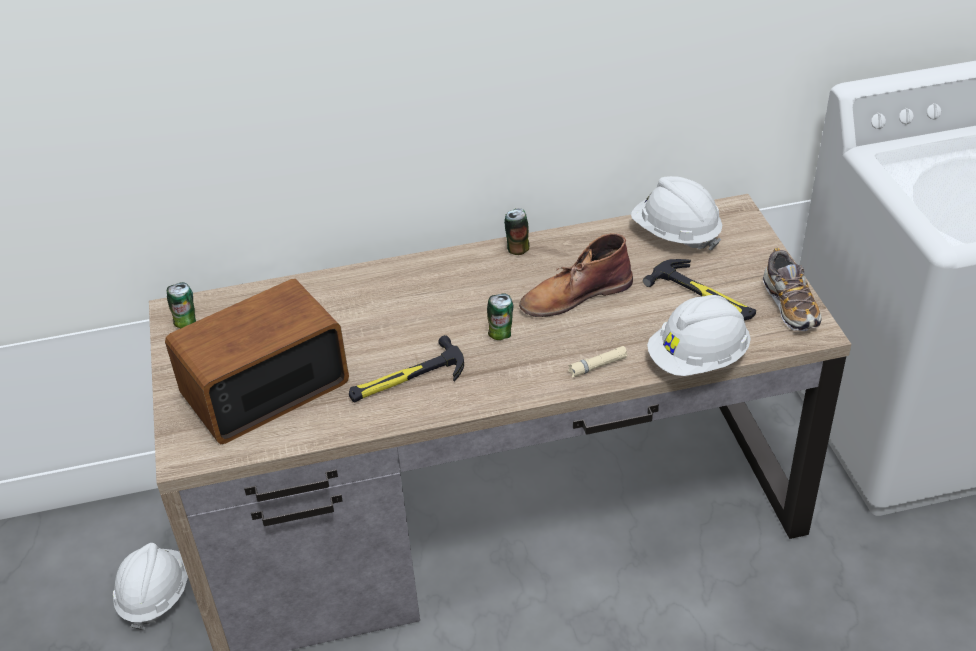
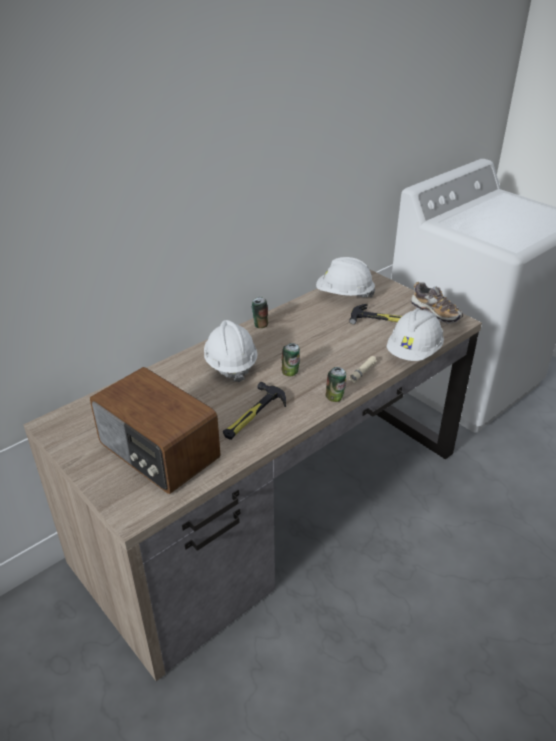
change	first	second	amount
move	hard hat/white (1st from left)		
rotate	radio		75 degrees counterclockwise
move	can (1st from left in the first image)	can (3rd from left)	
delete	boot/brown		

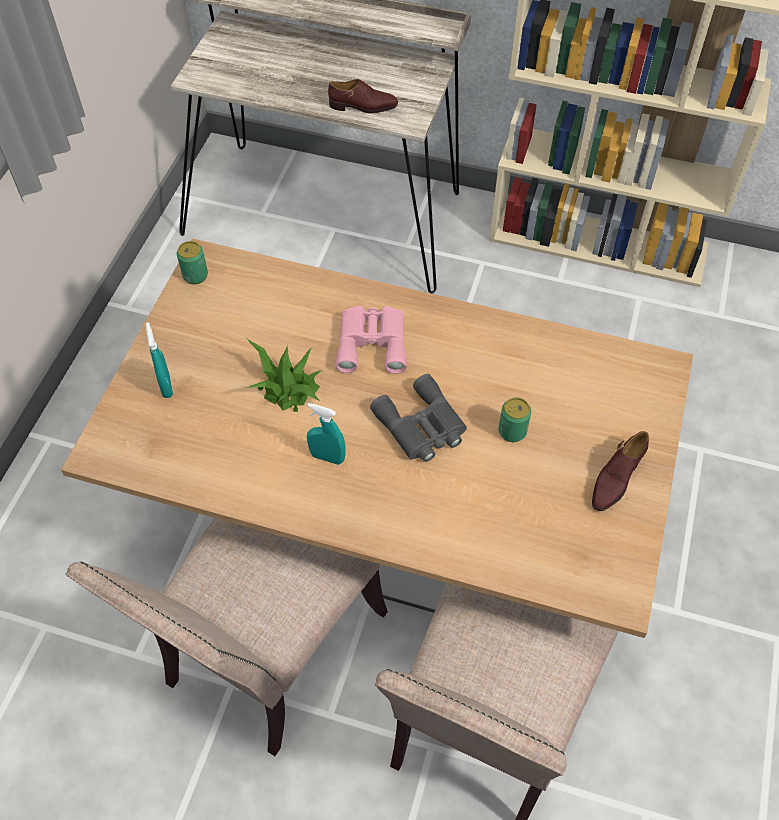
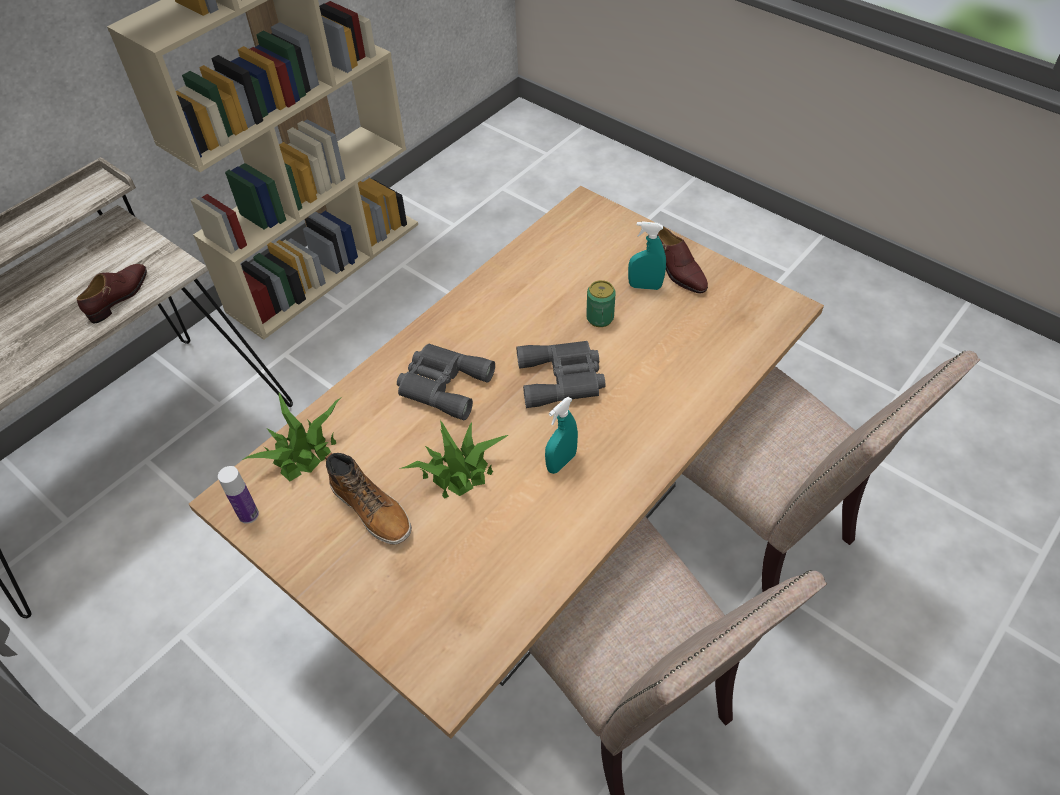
change	first	second	amount
move	spray bottle/turquoise (1st from left in the first image)	spray bottle/turquoise (2nd from left)	
replace	can (1st from left)	bottle	
recolor	binoculars/pink	binoculars/grey (1st from left)	
insert		potted plant (1st from left)	
insert		boot	

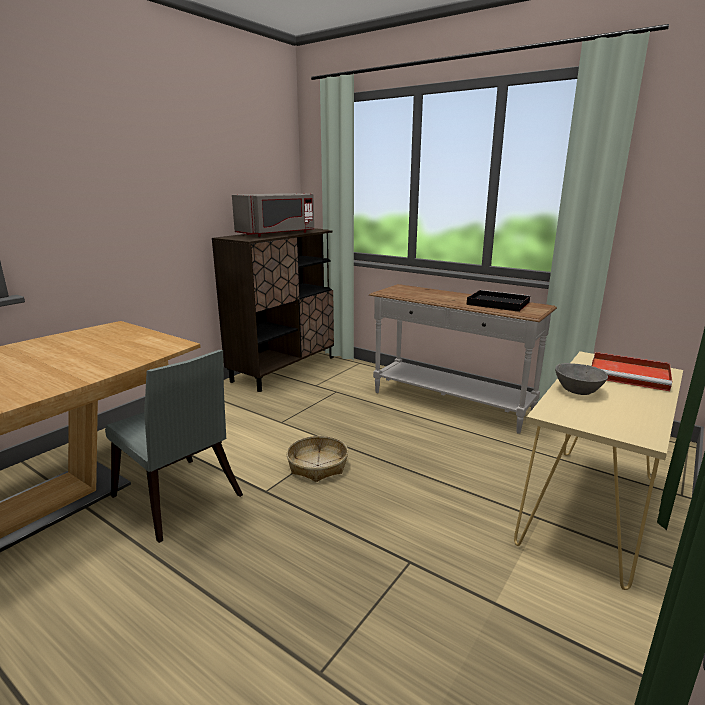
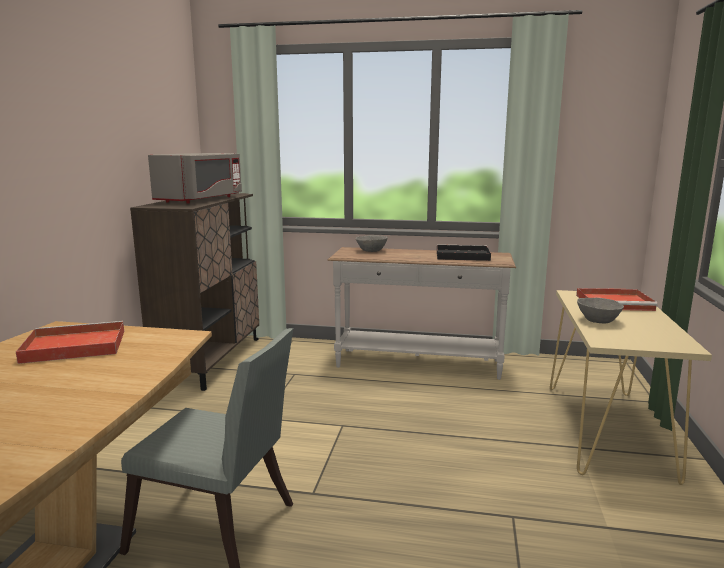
change	first	second	amount
delete	basket		
insert		tray/red (1st from left)	
insert		bowl/grey (1st from left)	

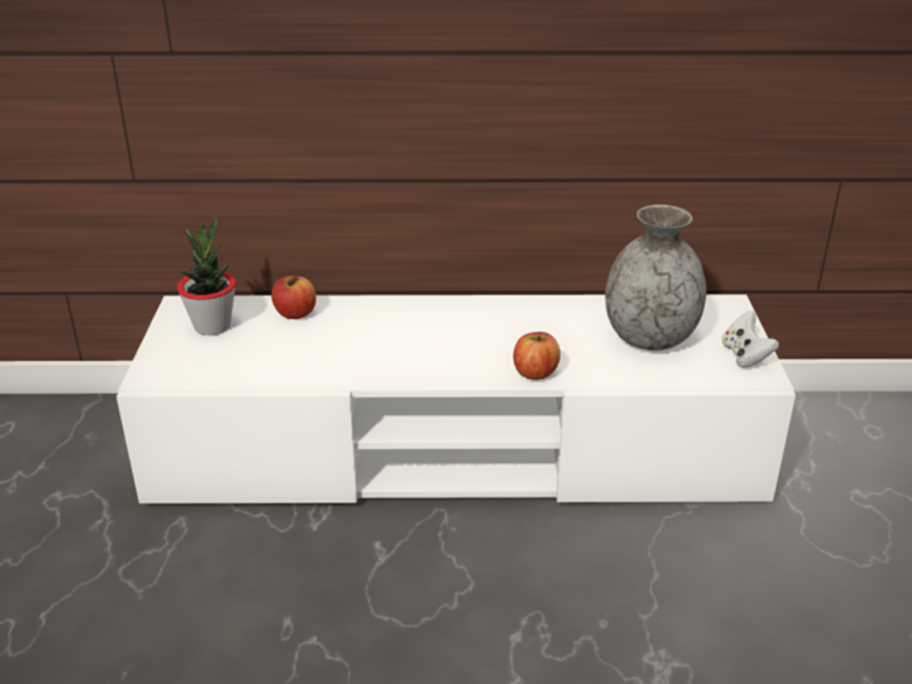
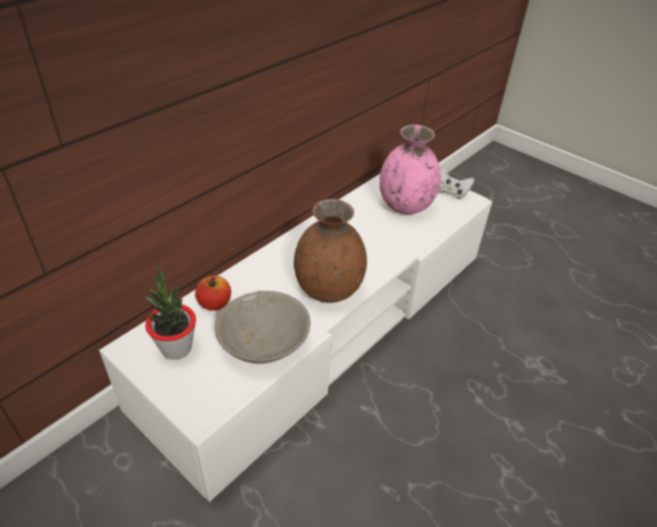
change	first	second	amount
delete	apple (2nd from left)		
recolor	vase/grey	vase/pink	
insert		bowl/grey	
insert		vase/brown	

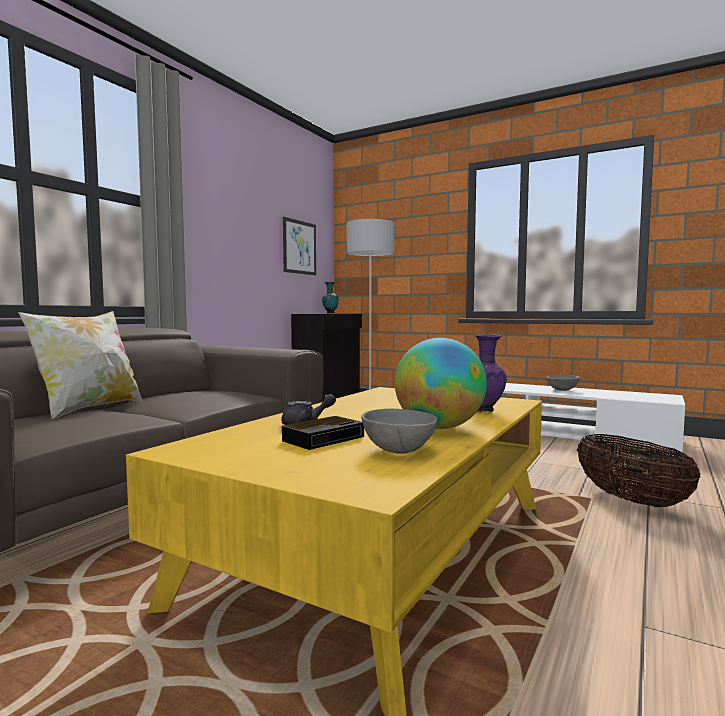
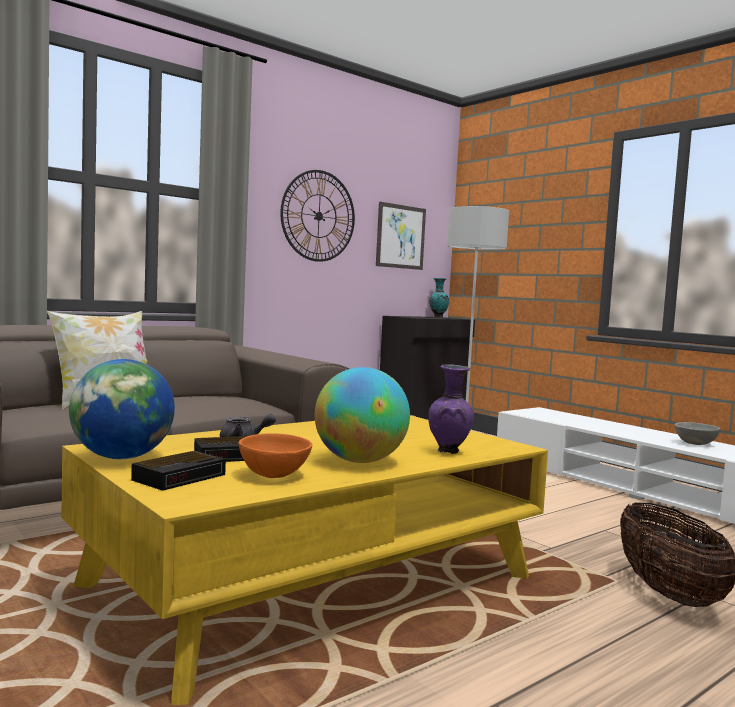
change	first	second	amount
recolor	bowl/grey (1st from left)	bowl/orange	
insert		globe (1st from left)	
insert		alarm clock (1st from left)	
insert		wall clock	

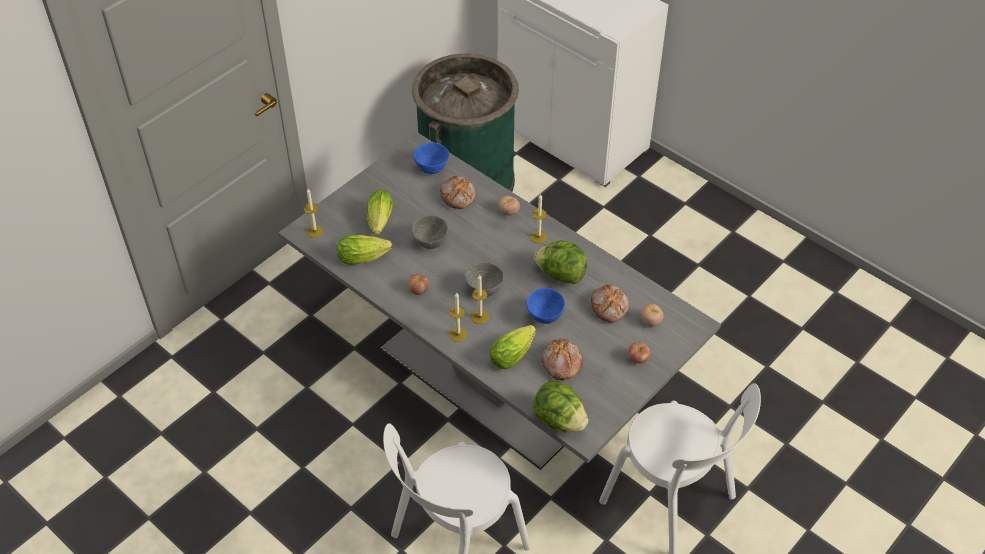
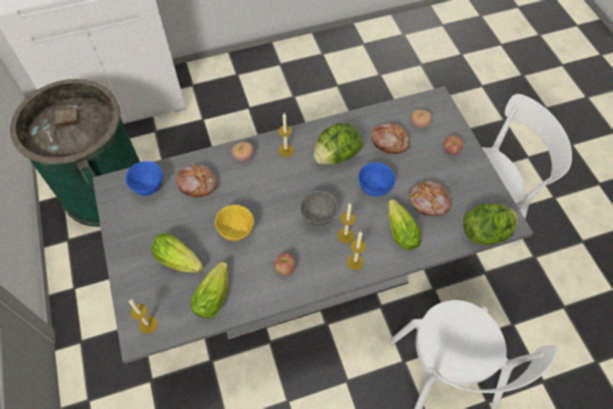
change	first	second	amount
recolor	bowl/grey (1st from left)	bowl/yellow	

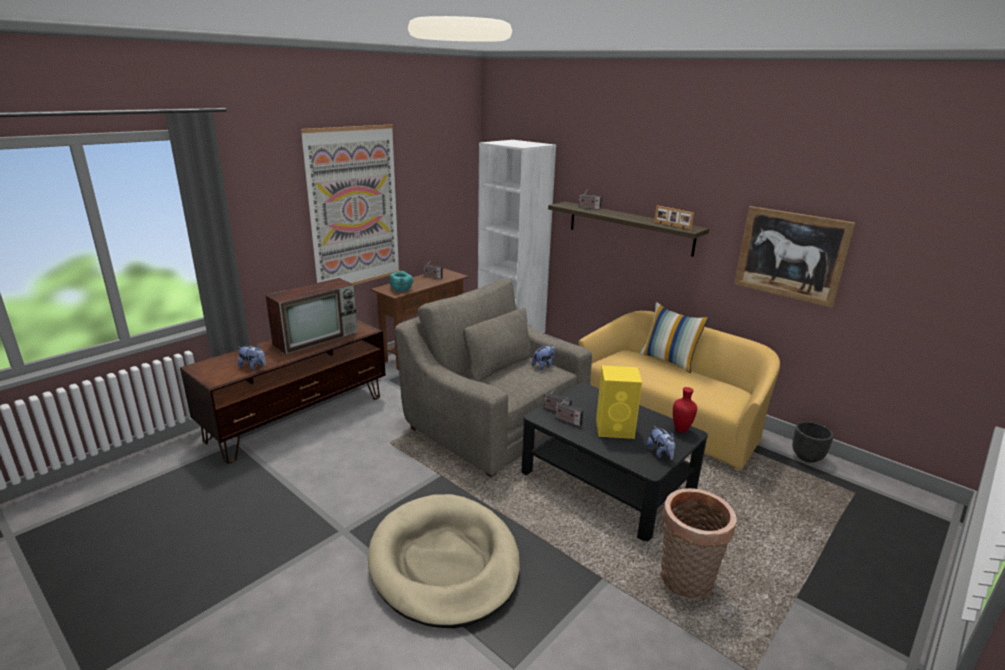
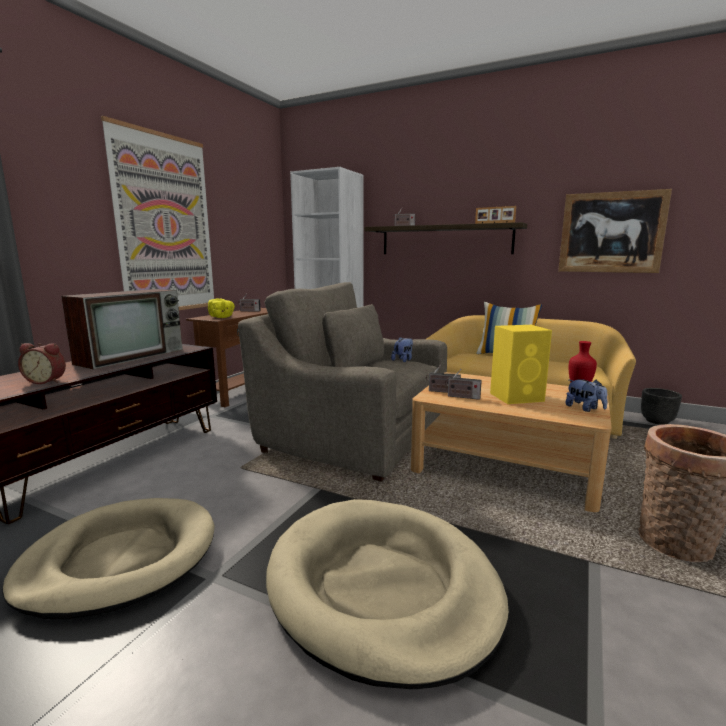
change	first	second	amount
replace	plush toy (1st from left)	alarm clock	
recolor	bowl/turquoise	bowl/yellow	
recolor	coffee table/black	coffee table/beige	
insert		dog bed/beige (1st from left)	

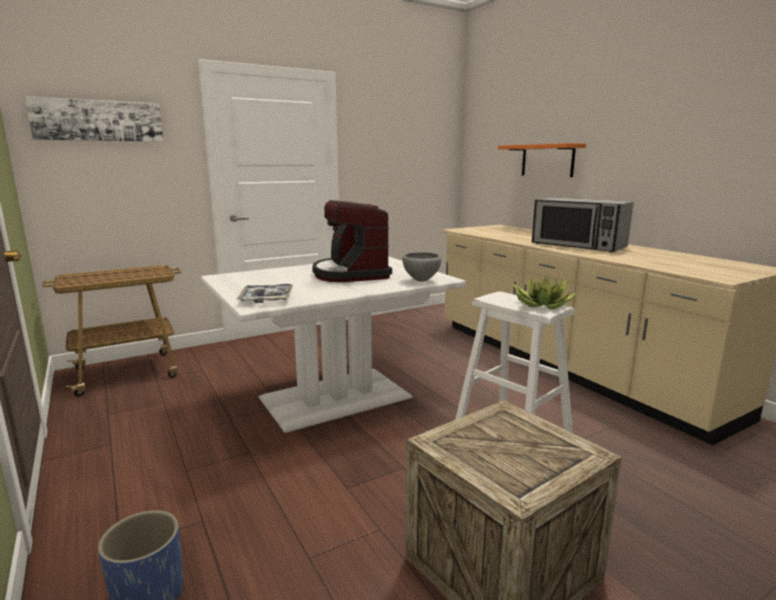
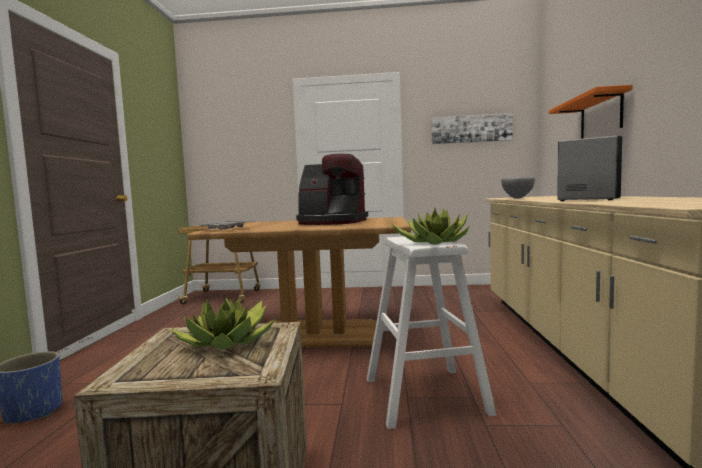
change	first	second	amount
move	picture		
recolor	dining table/white	dining table/brown	
rotate	coffee machine		90 degrees counterclockwise
move	bowl/grey		
rotate	microwave		135 degrees counterclockwise
insert		potted plant (1st from left)	

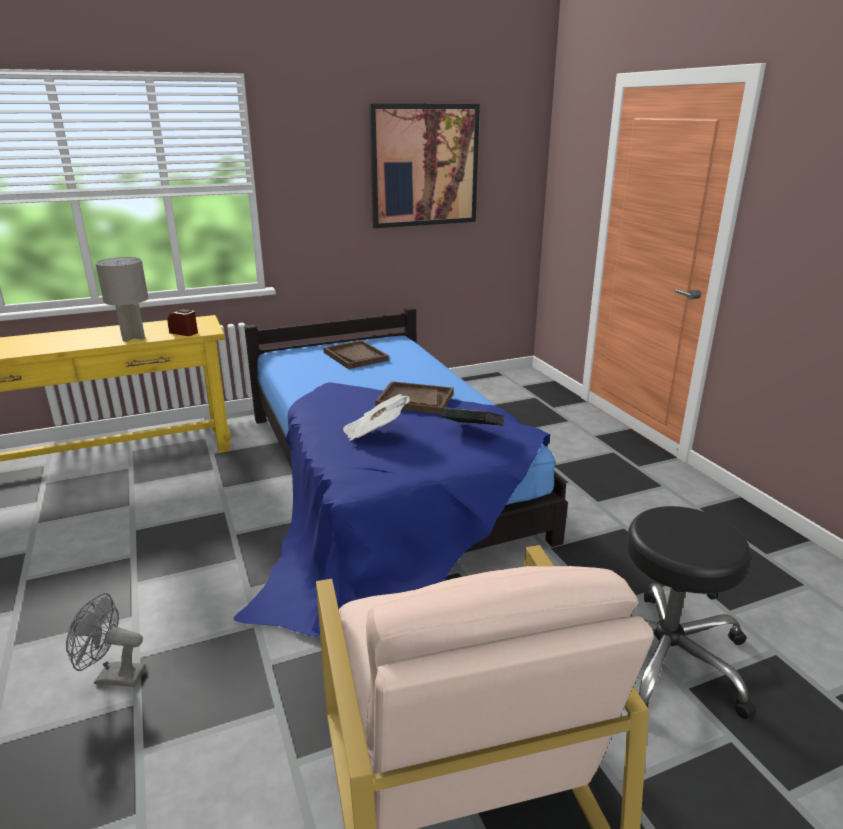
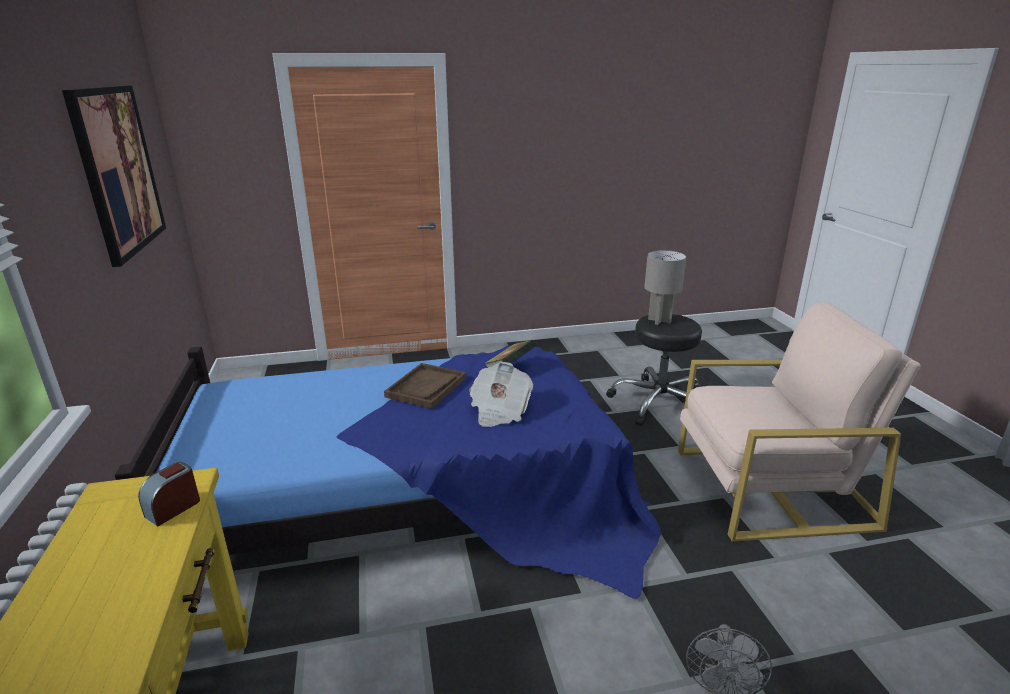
change	first	second	amount
move	table lamp/grey		
delete	tray/brown (1st from left)		

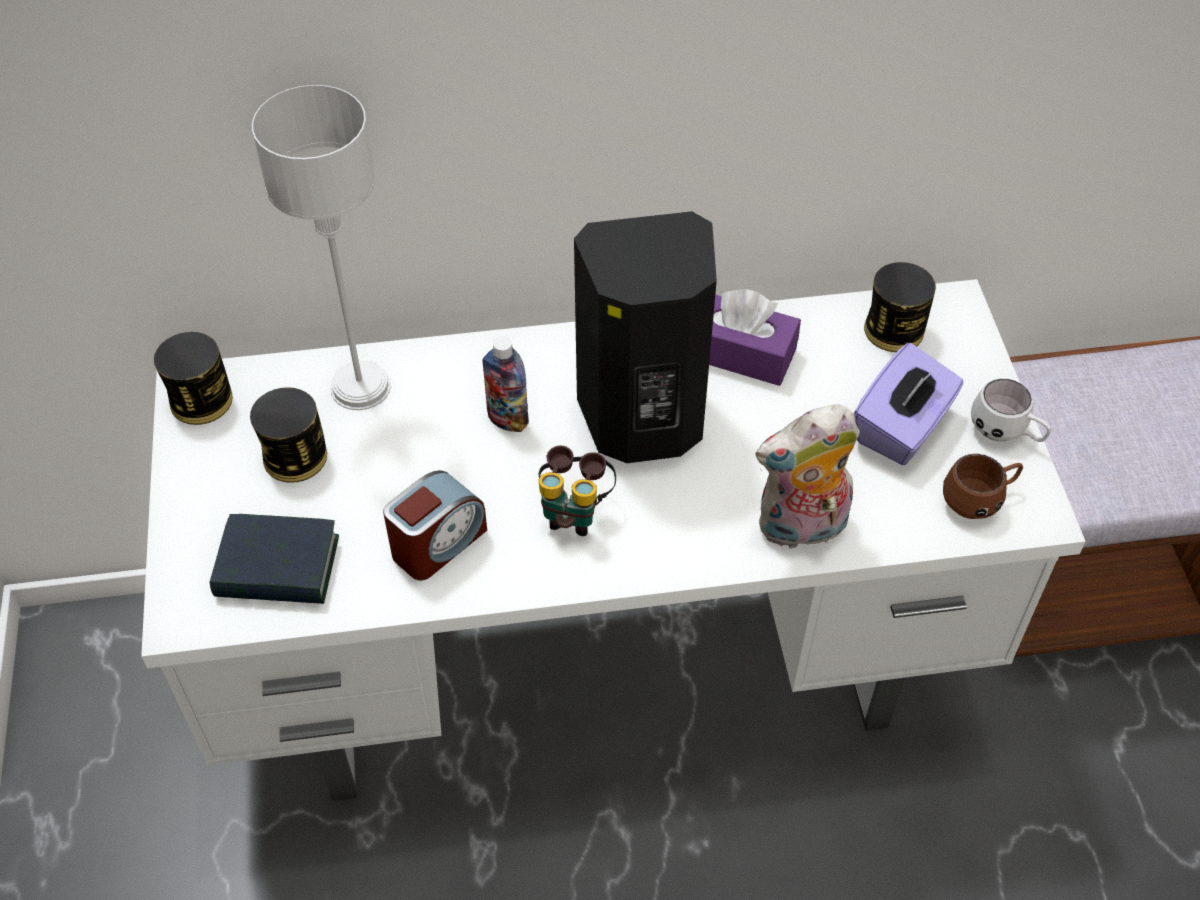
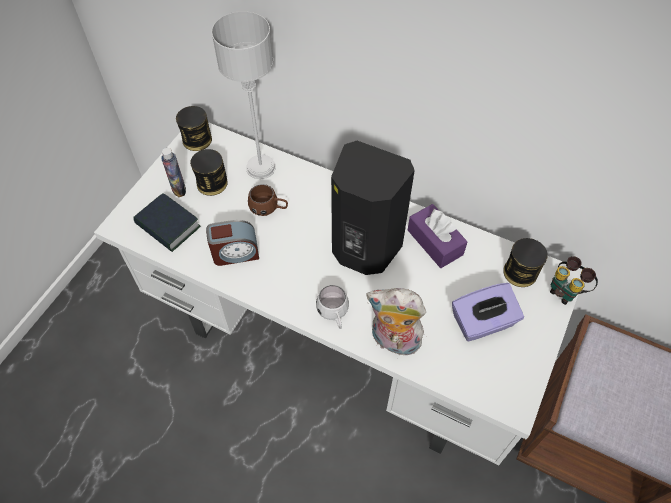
change	first	second	amount
move	bottle		
move	binoculars		
move	mug/brown		
move	mug/white		

